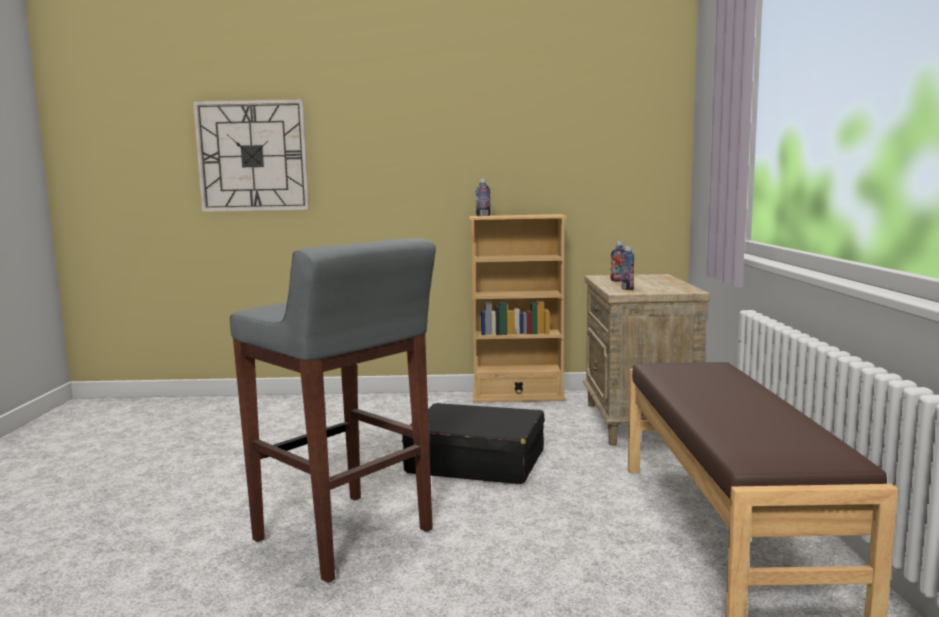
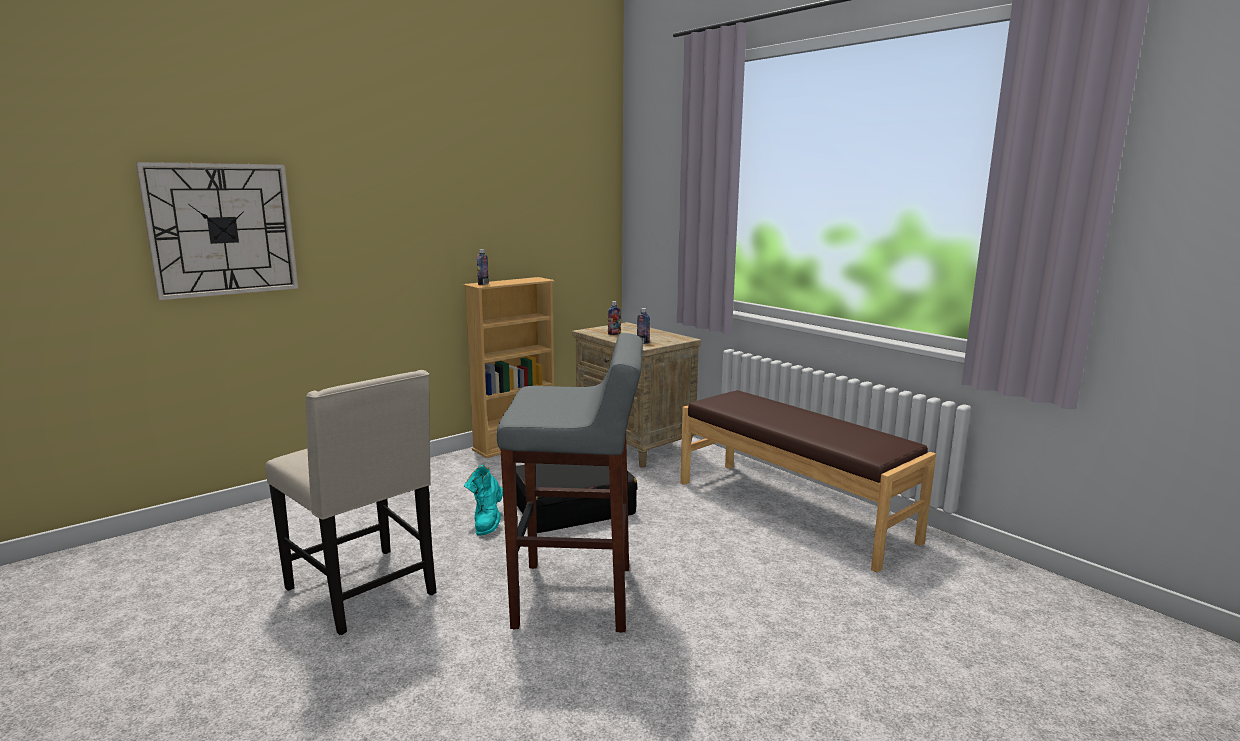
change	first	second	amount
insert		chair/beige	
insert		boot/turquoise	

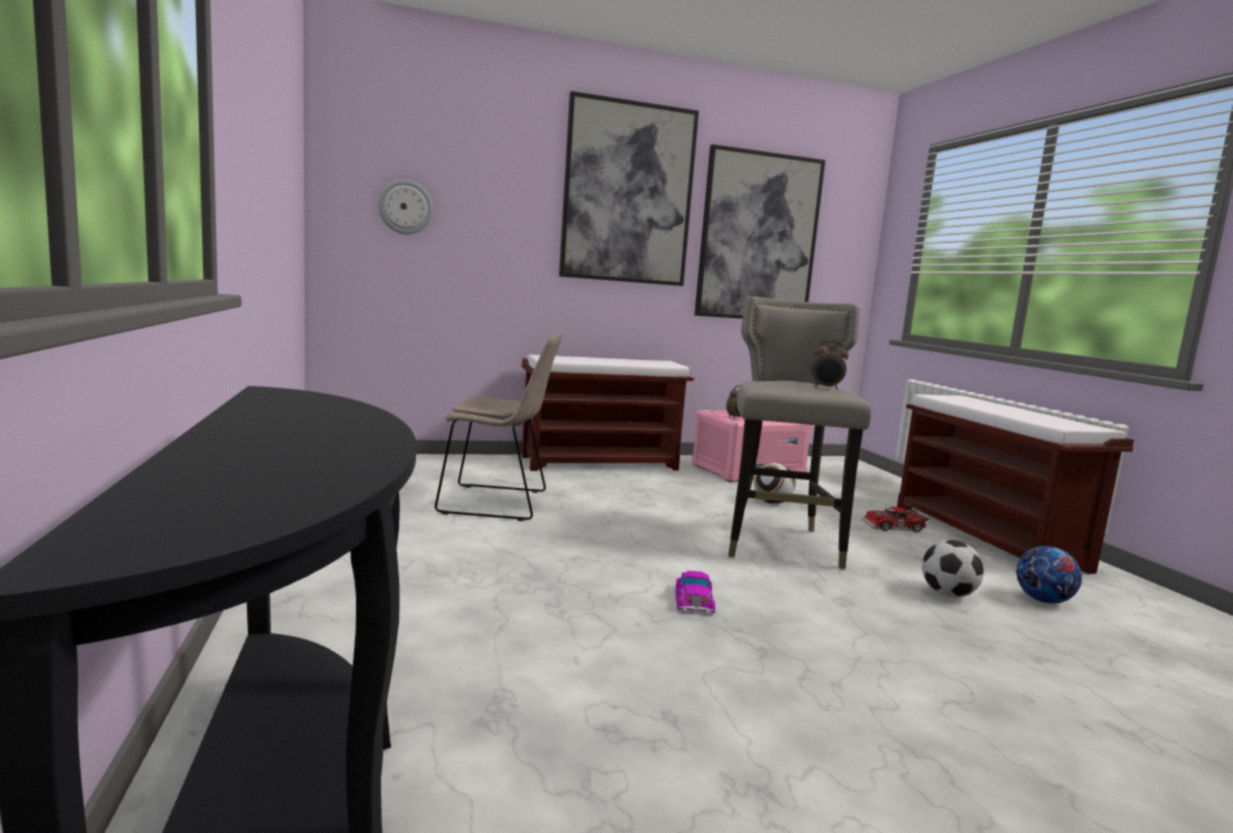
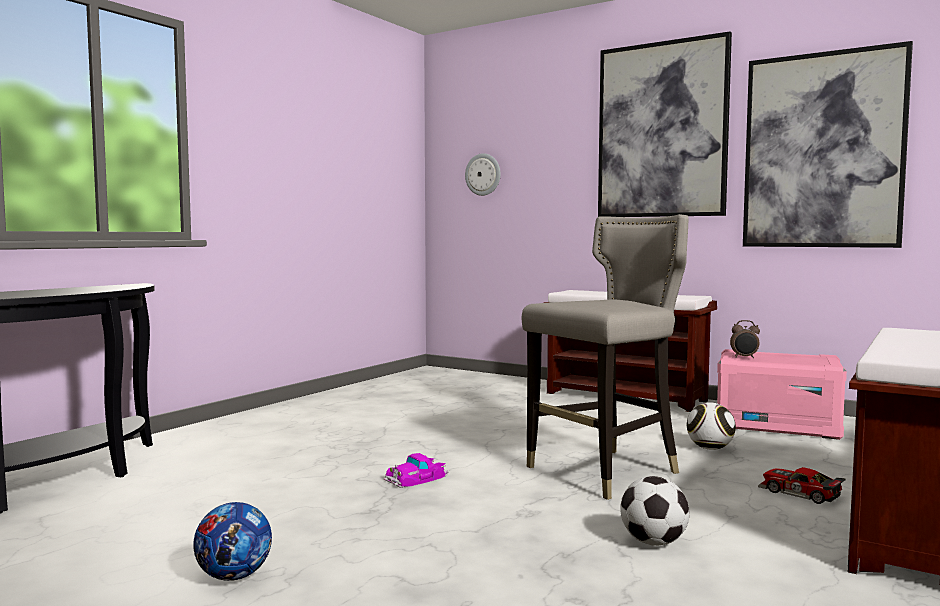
change	first	second	amount
delete	chair/beige		
delete	alarm clock (2nd from left)		
move	football (3rd from left in the first image)	football (1st from left)	

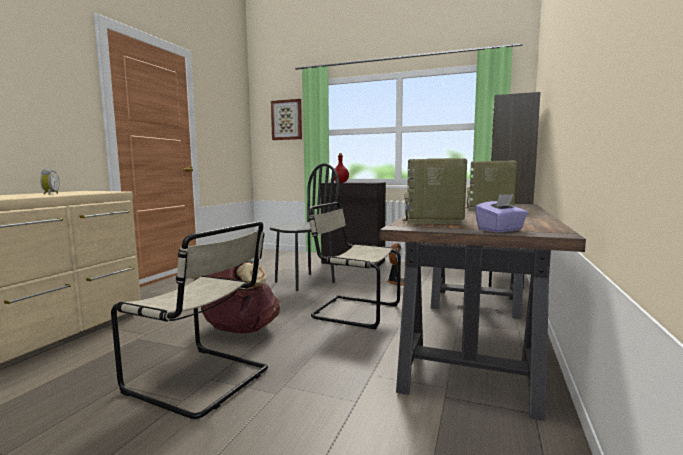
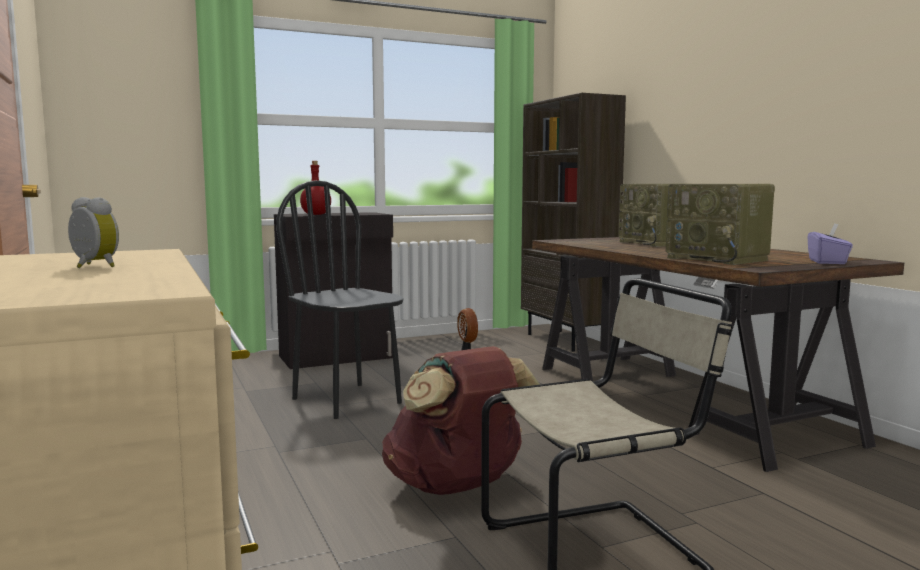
change	first	second	amount
rotate	chair/black		45 degrees counterclockwise
delete	picture		
delete	chair/beige (2nd from left)		

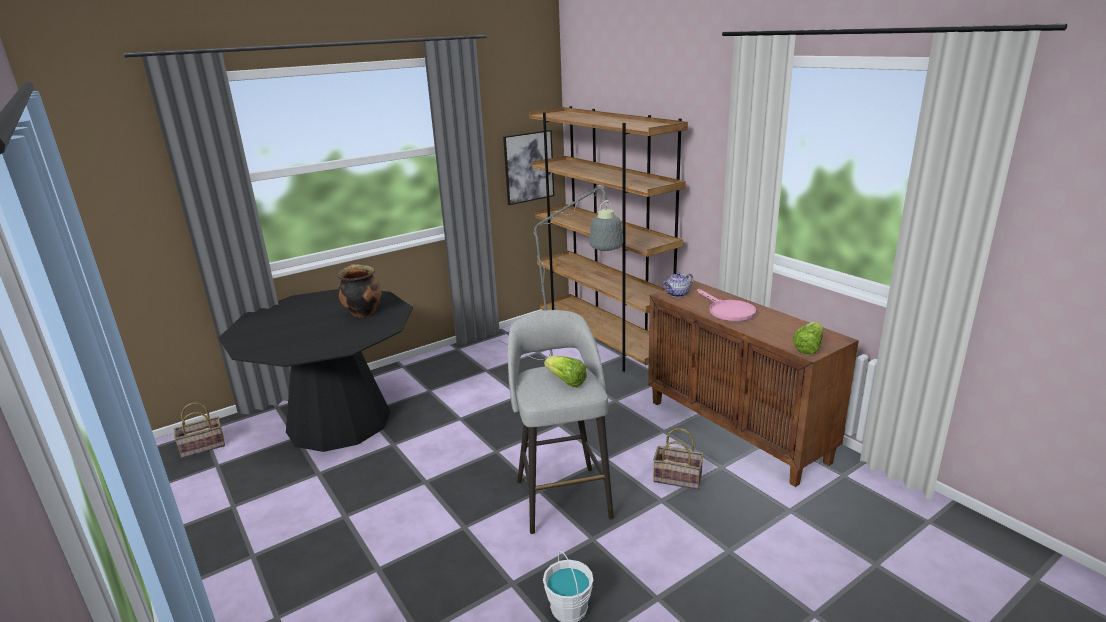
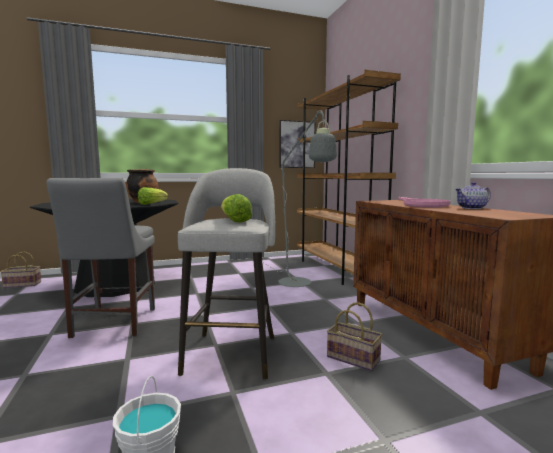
change	first	second	amount
move	teapot		
move	lettuce (2nd from left in the first image)	lettuce (1st from left)	
insert		chair/grey	

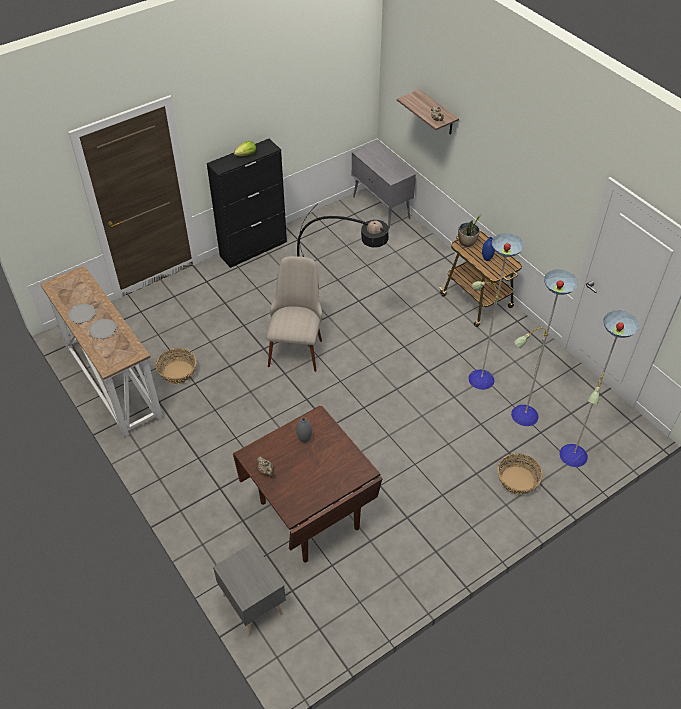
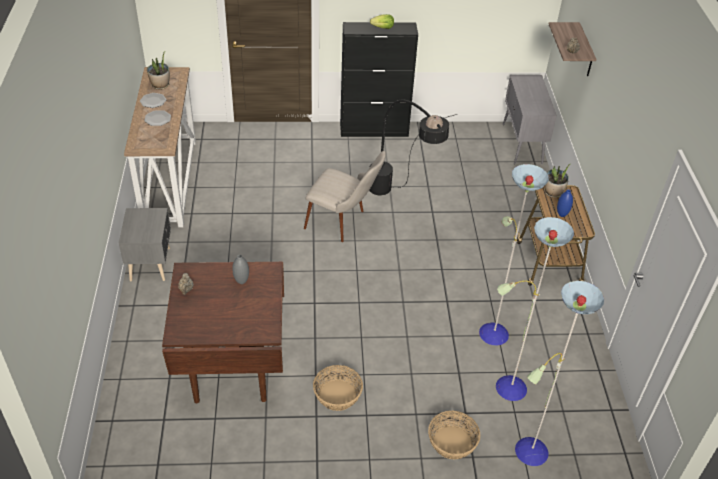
change	first	second	amount
move	basket (1st from left)		
move	nightstand/grey		
rotate	chair/beige		75 degrees clockwise
insert		potted plant (1st from left)	

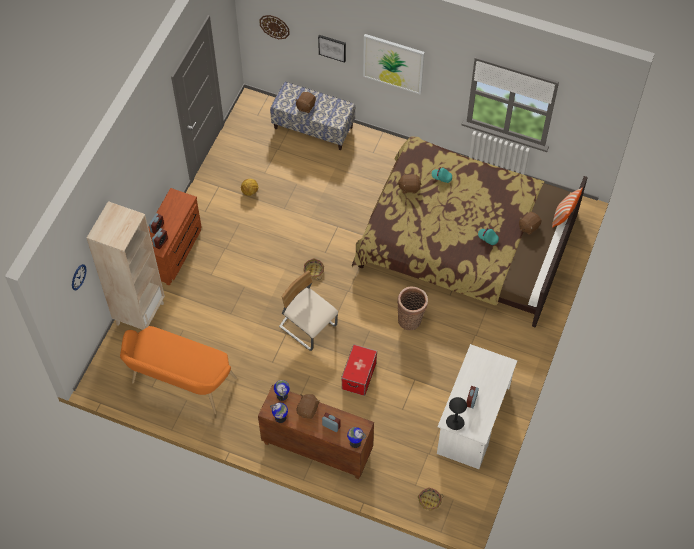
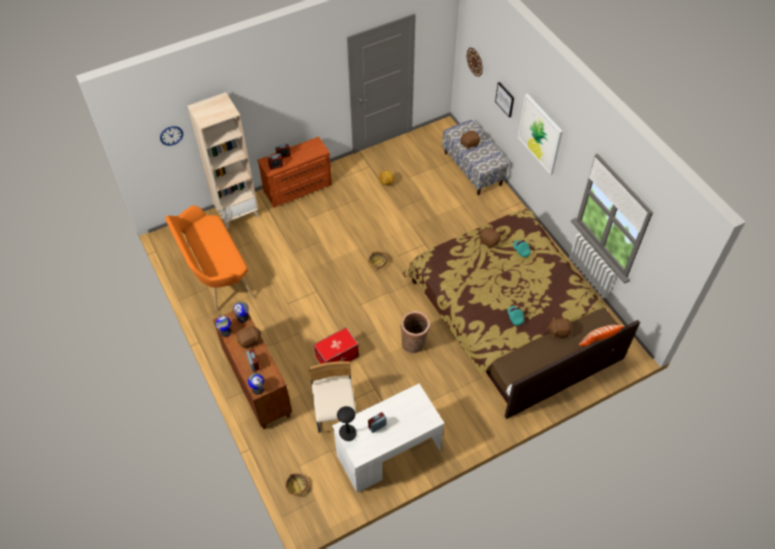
change	first	second	amount
move	chair/beige		

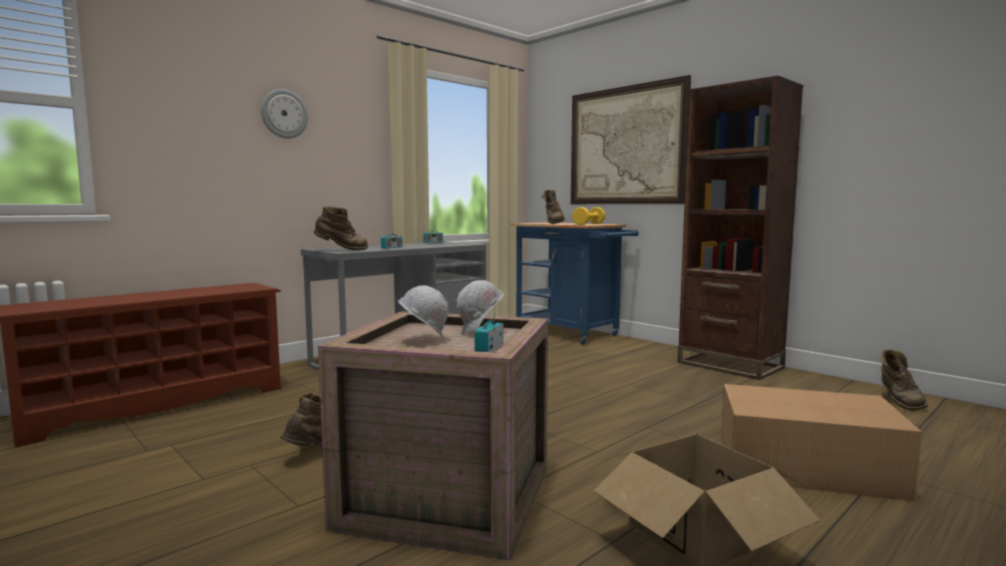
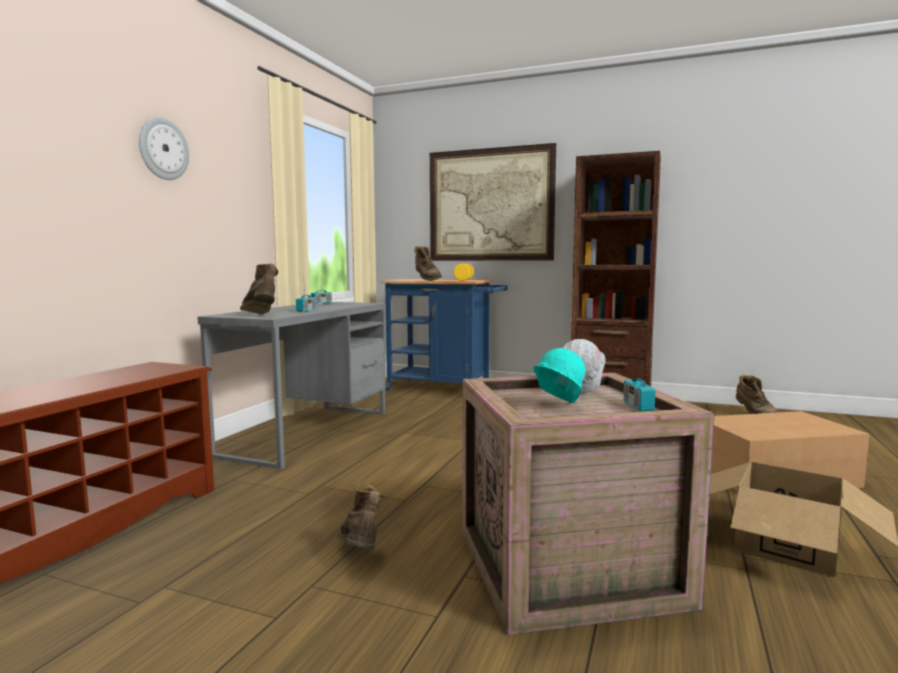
change	first	second	amount
rotate	boot/brown (2nd from left in the first image)	boot/brown (1st from left)	90 degrees counterclockwise
recolor	hard hat/white (1st from left)	hard hat/turquoise	

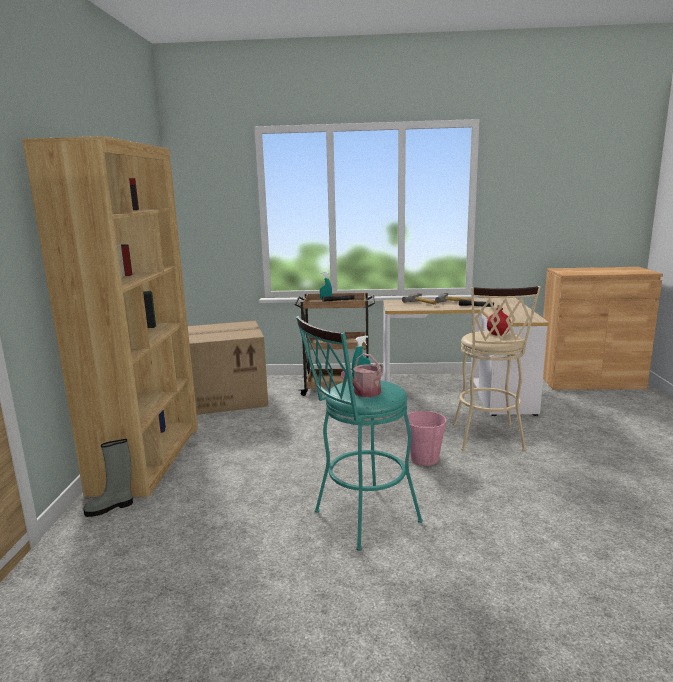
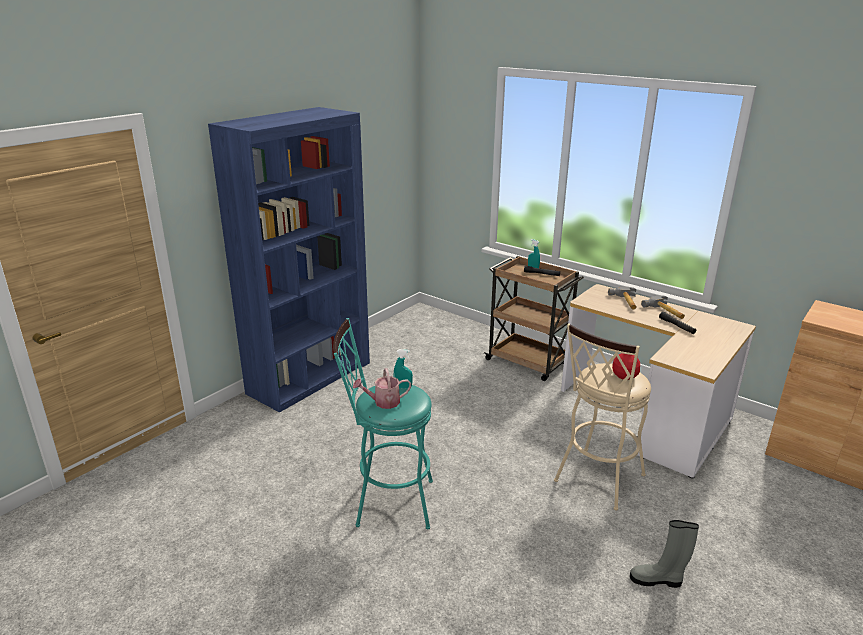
change	first	second	amount
recolor	bookcase/brown	bookcase/blue	
move	boot/grey		
delete	cardboard box		
delete	bucket/pink		

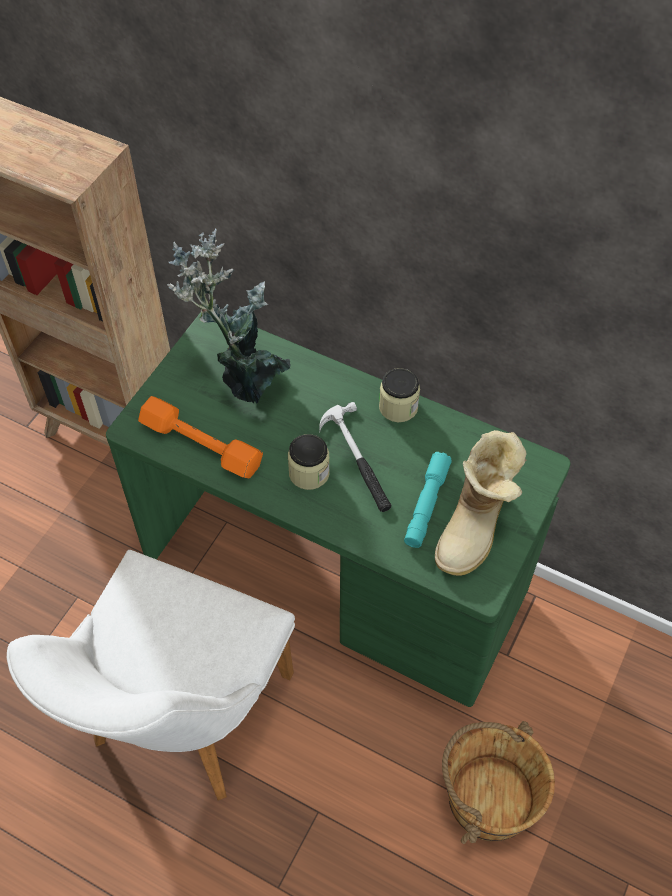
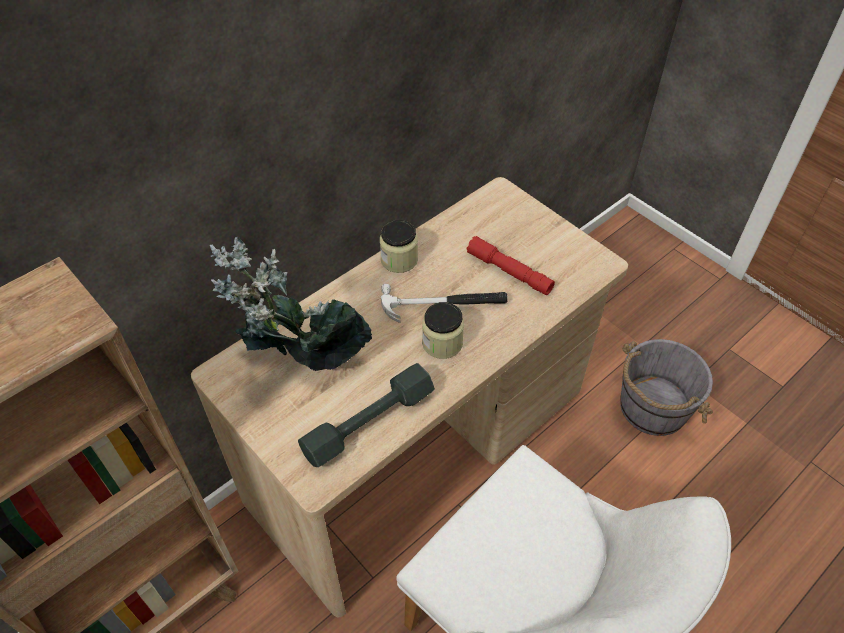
change	first	second	amount
recolor	desk/green	desk/beige	
recolor	dumbbell/orange	dumbbell/grey	
recolor	flashlight/turquoise	flashlight/red	
delete	boot		
recolor	bucket/brown	bucket/grey	

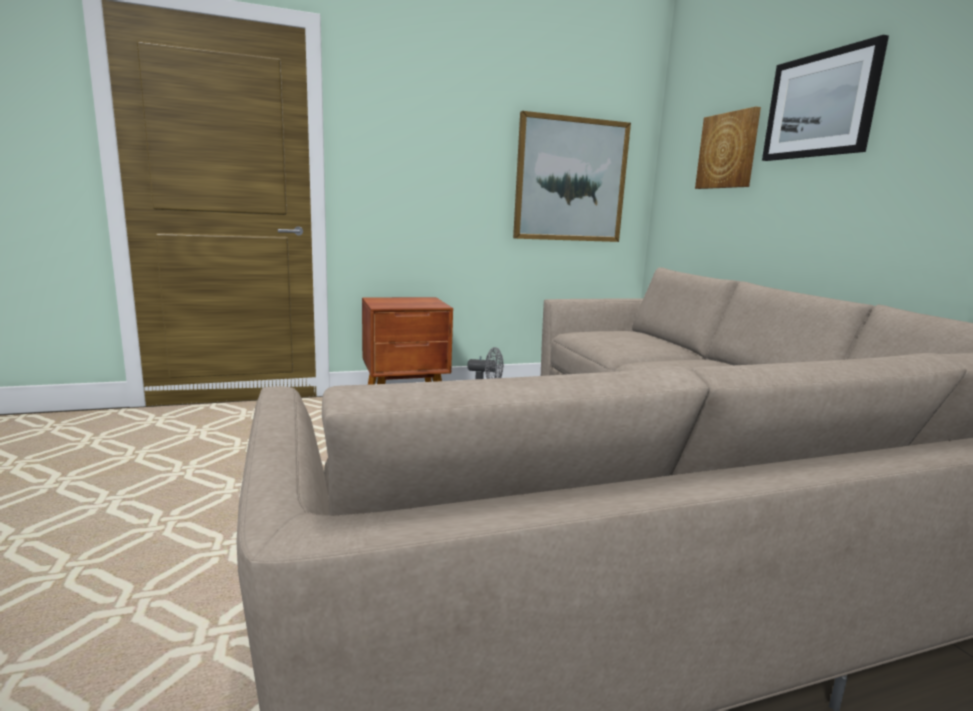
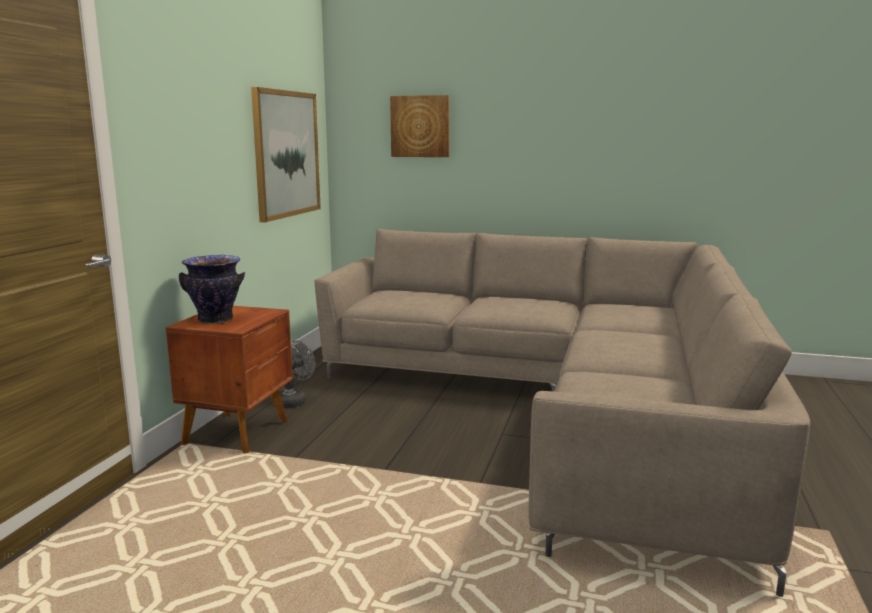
change	first	second	amount
delete	picture (3rd from left)		
insert		vase	

